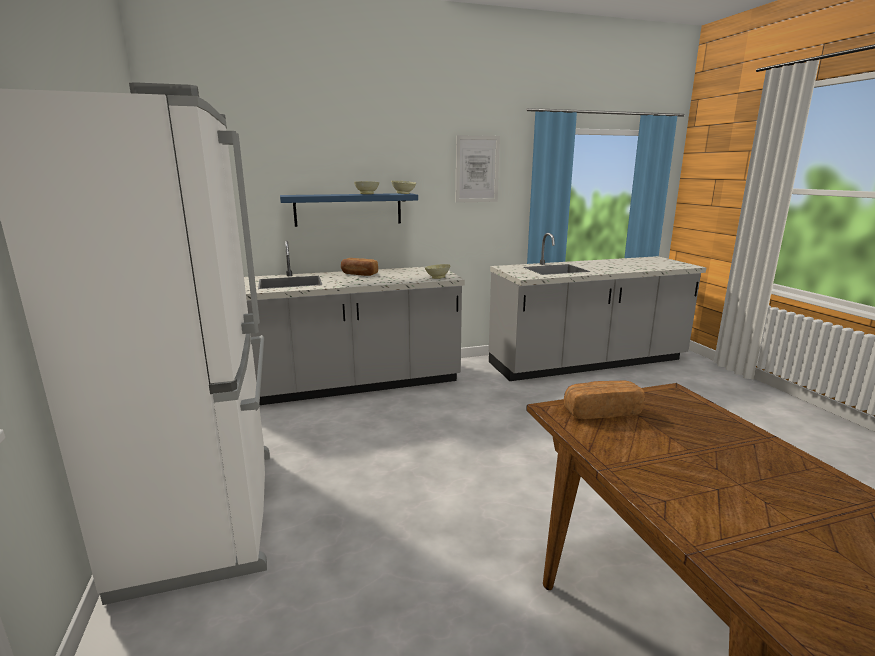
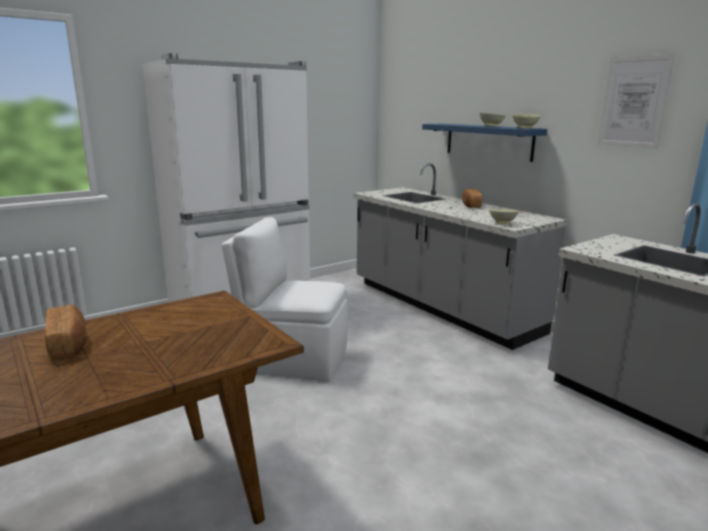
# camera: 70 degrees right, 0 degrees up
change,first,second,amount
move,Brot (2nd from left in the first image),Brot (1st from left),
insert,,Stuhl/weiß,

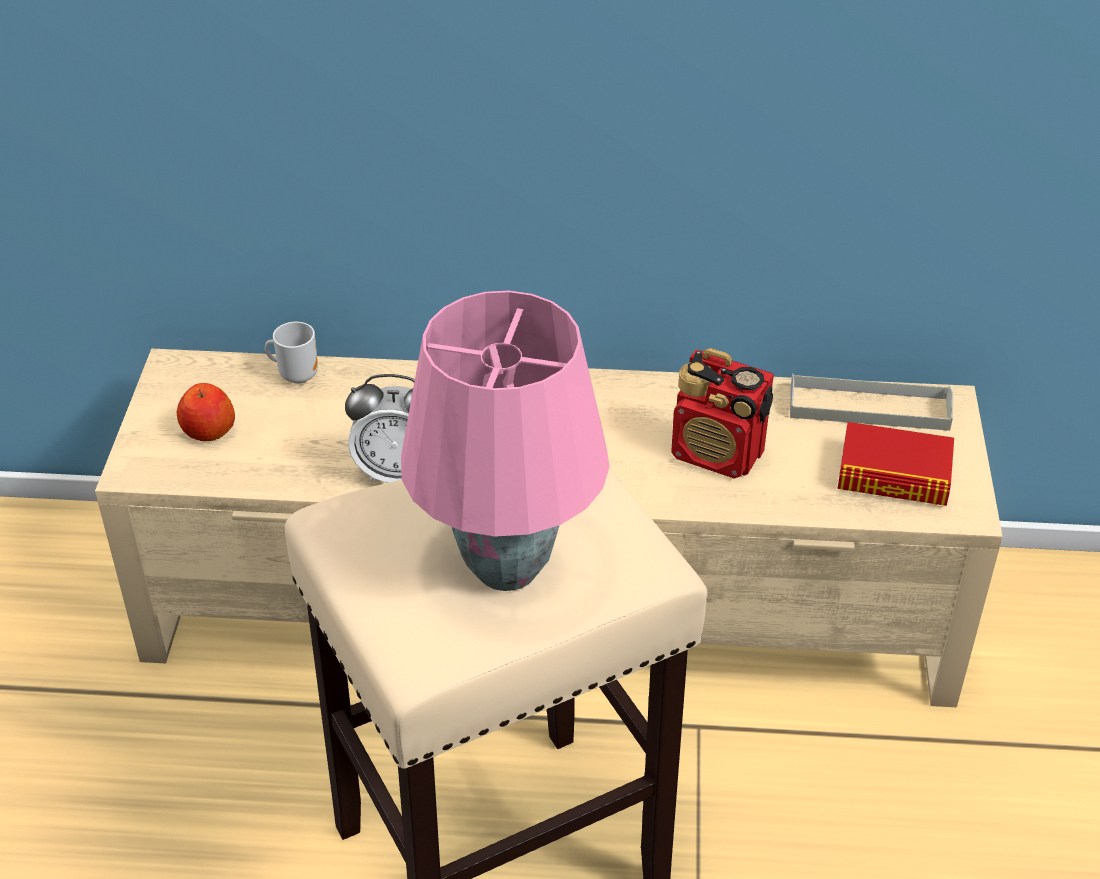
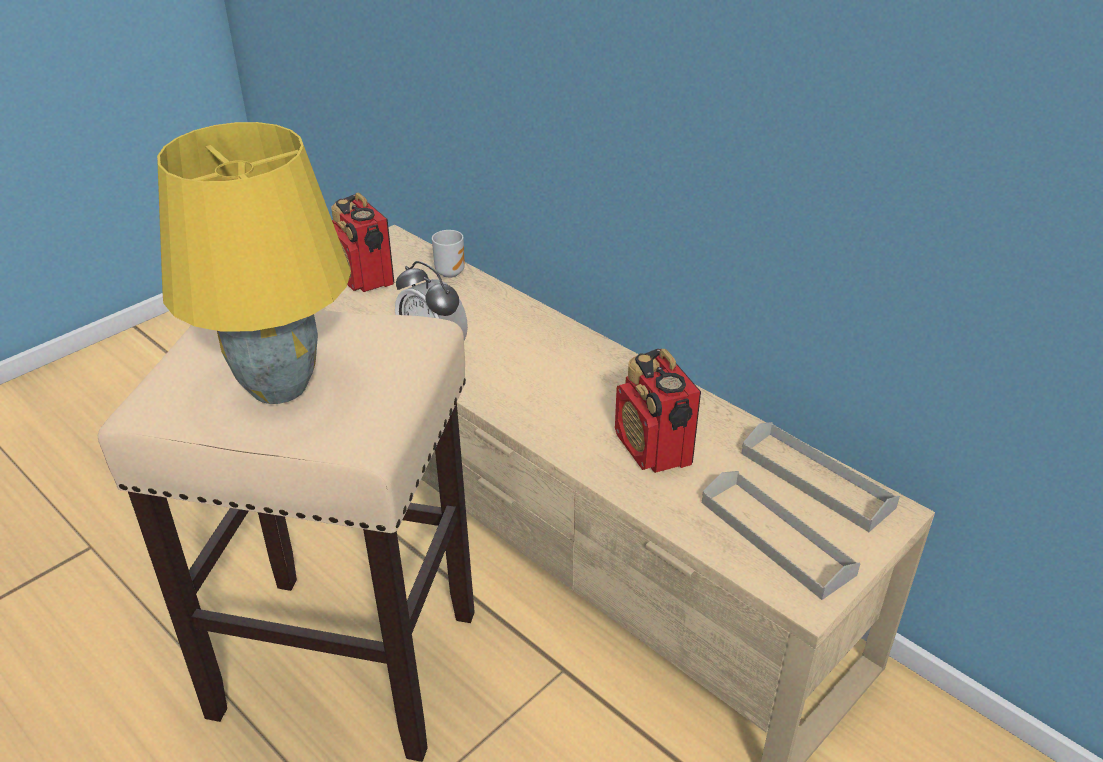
# camera: 40 degrees right, 5 degrees down
change,first,second,amount
recolor,Tischlampe/rosa,Tischlampe/gelb,
replace,Apfel,Radio (1st from left),
replace,Buch,Tablett/grau (1st from left),

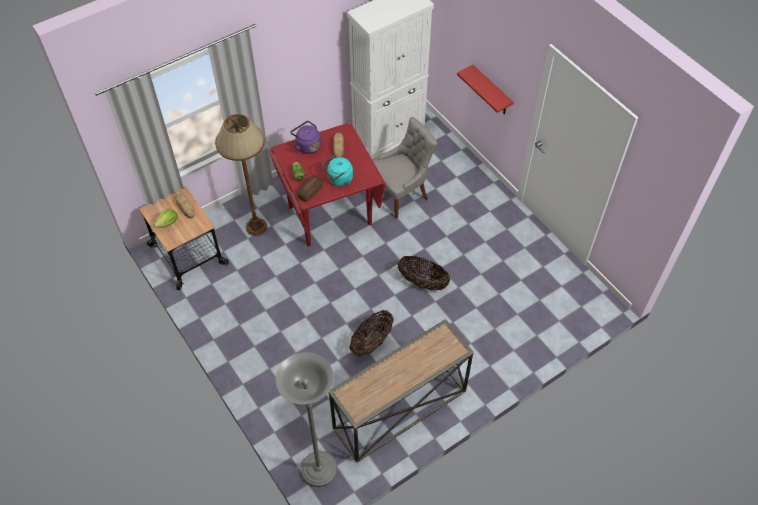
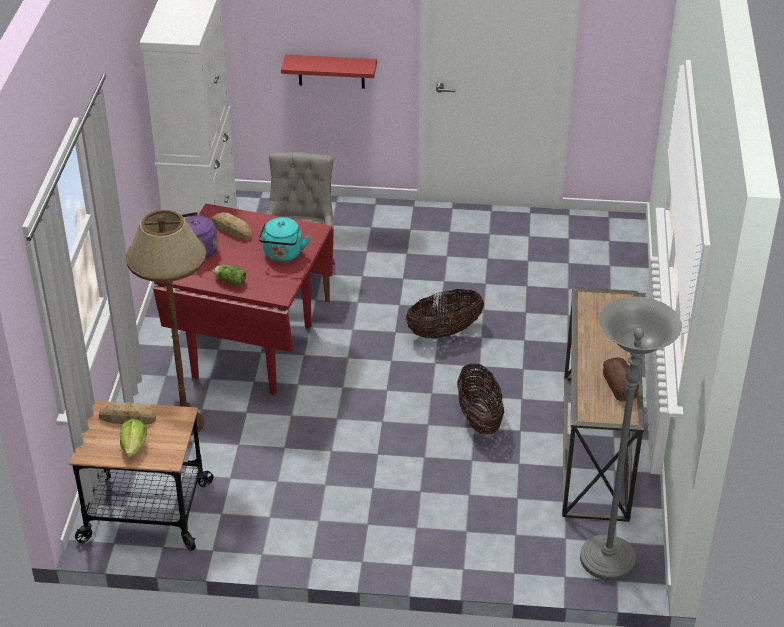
# camera: 50 degrees left, 15 degrees down
change,first,second,amount
move,Brot (2nd from left in the first image),Brot (3rd from left),

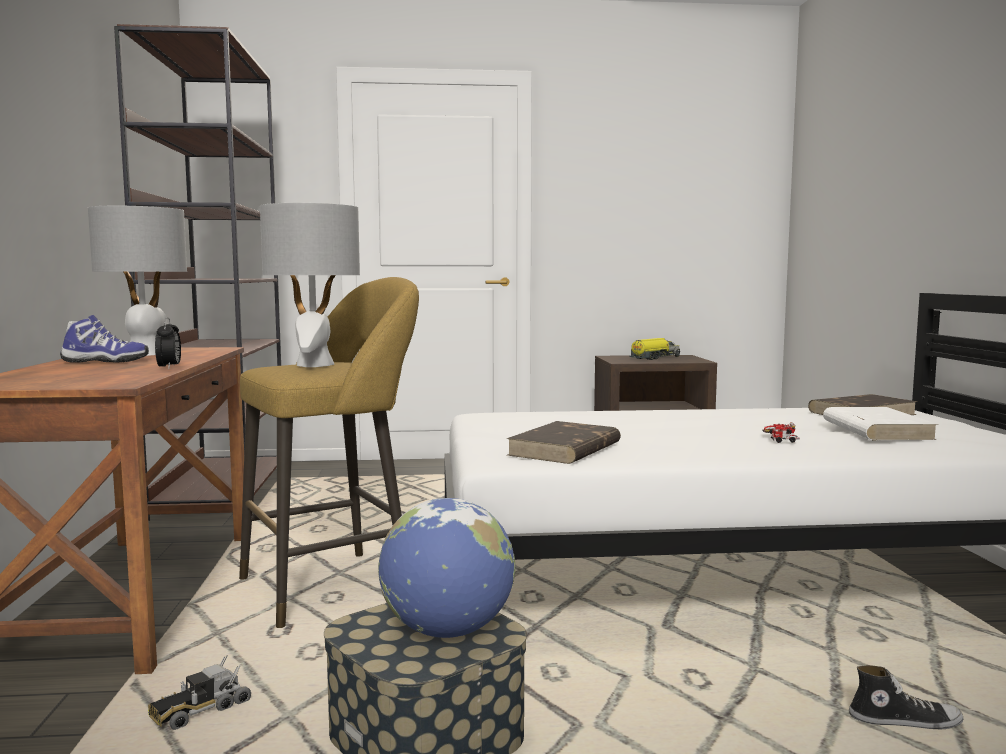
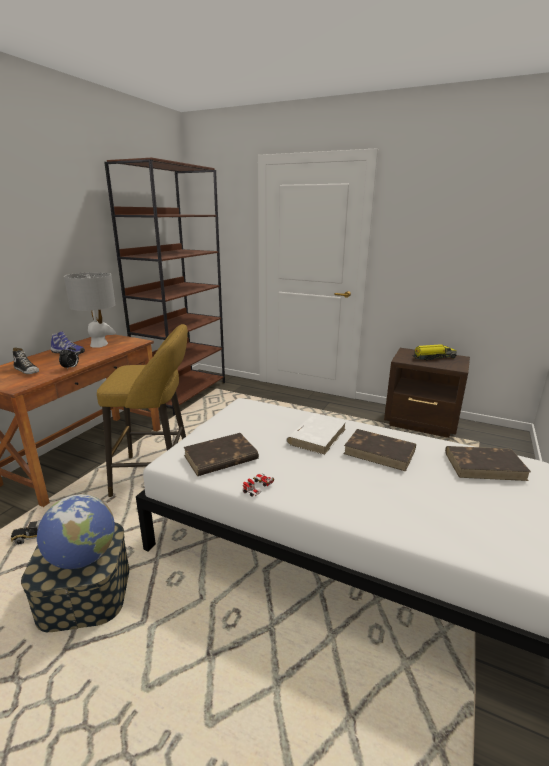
# camera: 30 degrees right, 15 degrees up
change,first,second,amount
move,Schuh (2nd from left in the first image),Schuh (1st from left),
move,Spielzeugauto,,
move,Buch/weiß,,
insert,,Buch/braun (2nd from left),
delete,Tischlampe/grau (2nd from left),,

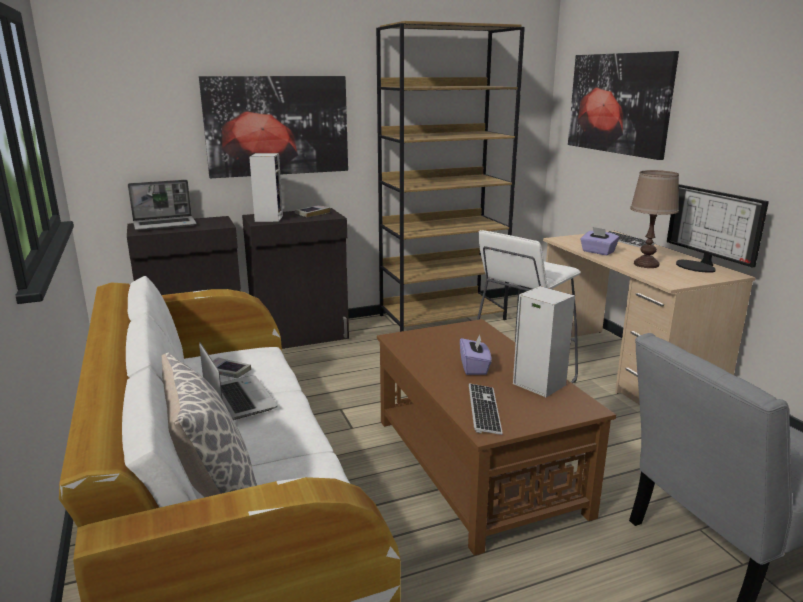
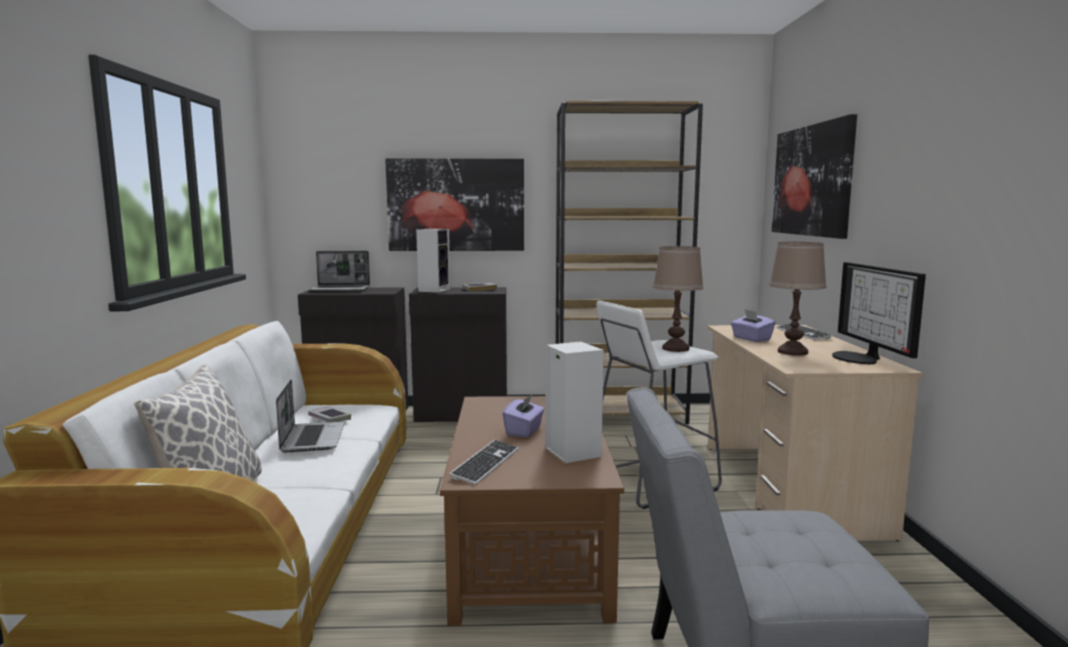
# camera: 20 degrees right, 10 degrees down
change,first,second,amount
insert,,Tischlampe/braun (1st from left),

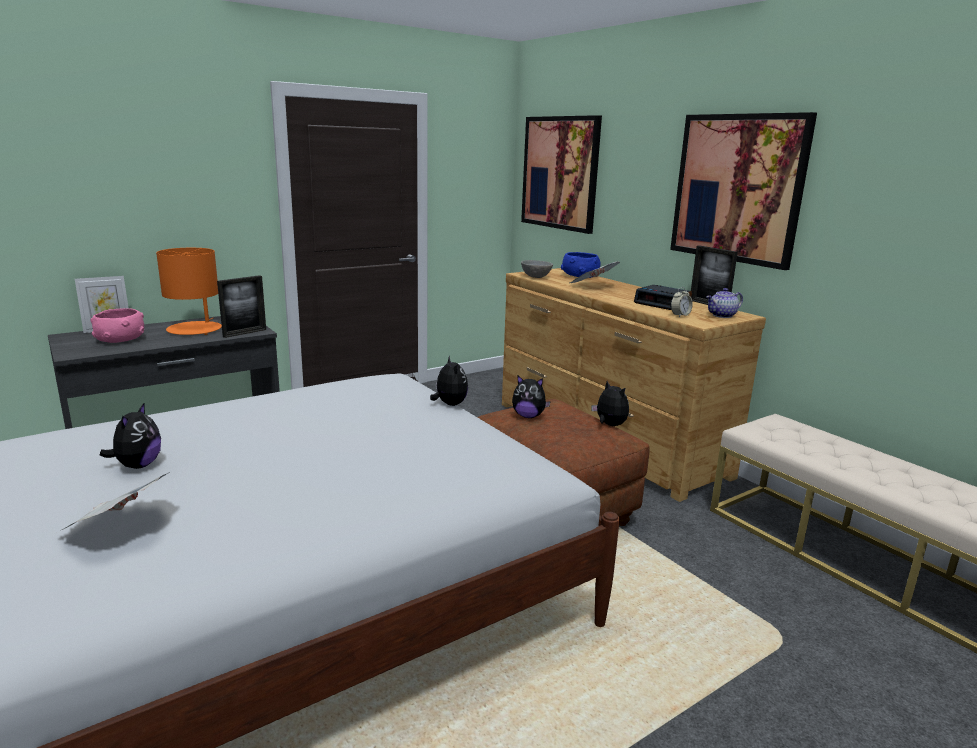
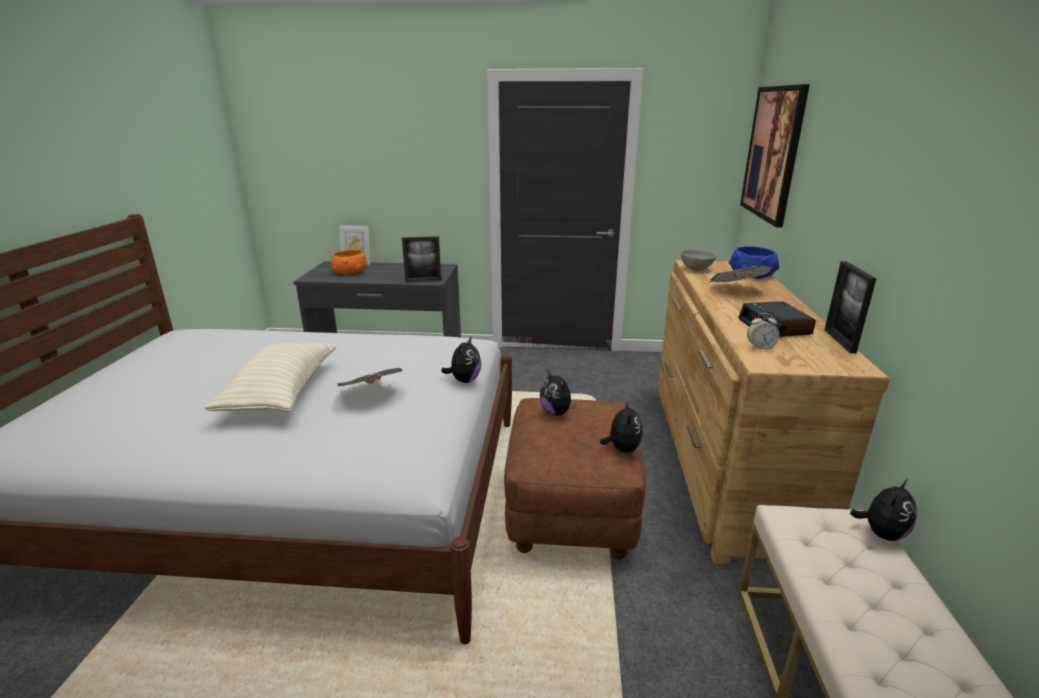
# camera: 40 degrees right, 5 degrees up
change,first,second,amount
insert,,Kissen/beige,
recolor,Schüssel/rosa,Schüssel/orange,
move,Zeitung (1st from left),,
move,Plüschtier (1st from left in the first image),Plüschtier (4th from left),
delete,Tischlampe/orange,,
delete,Bild (2nd from left),,
delete,Teekanne,,

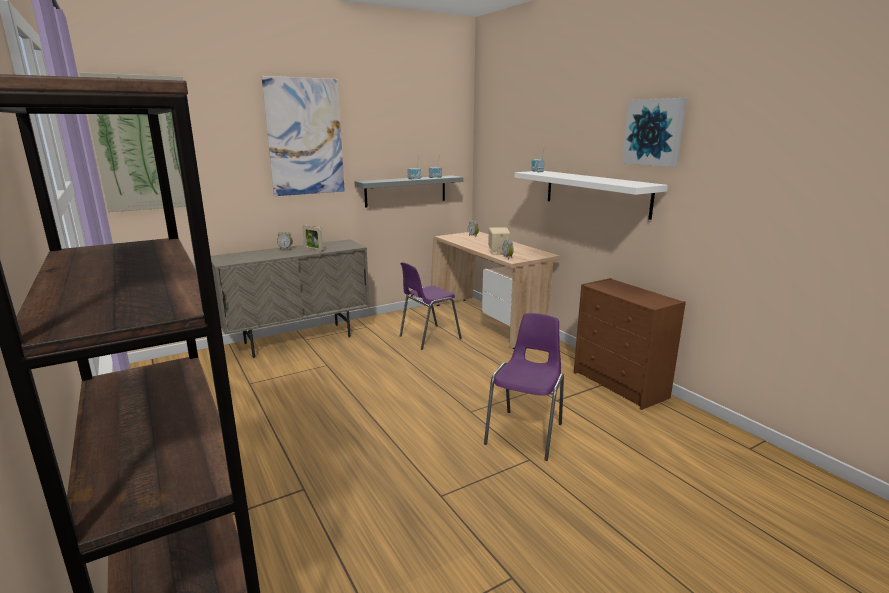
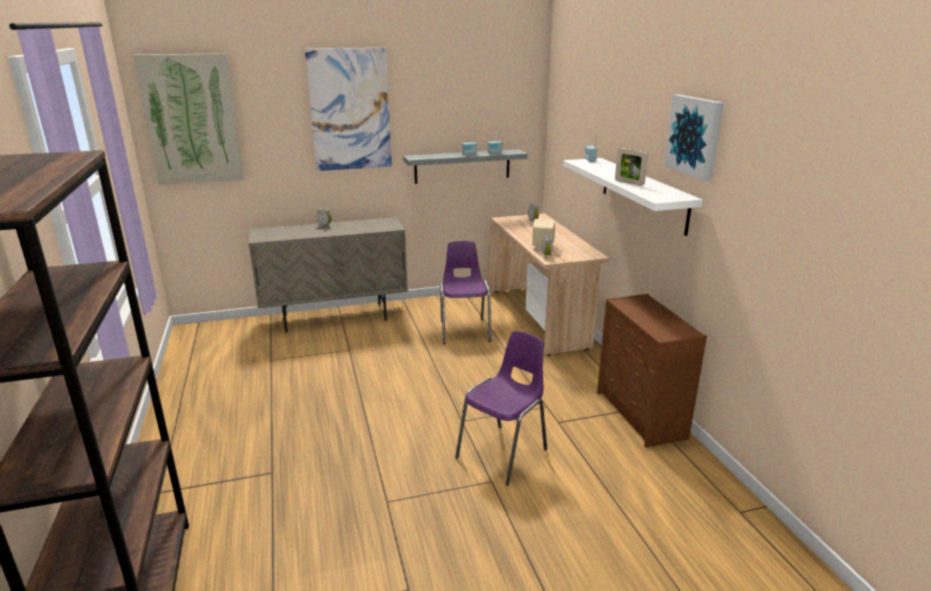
# camera: 15 degrees right, 5 degrees up
change,first,second,amount
rotate,Stuhl/lila (1st from left),,105 degrees clockwise
move,Bilderrahmen,,

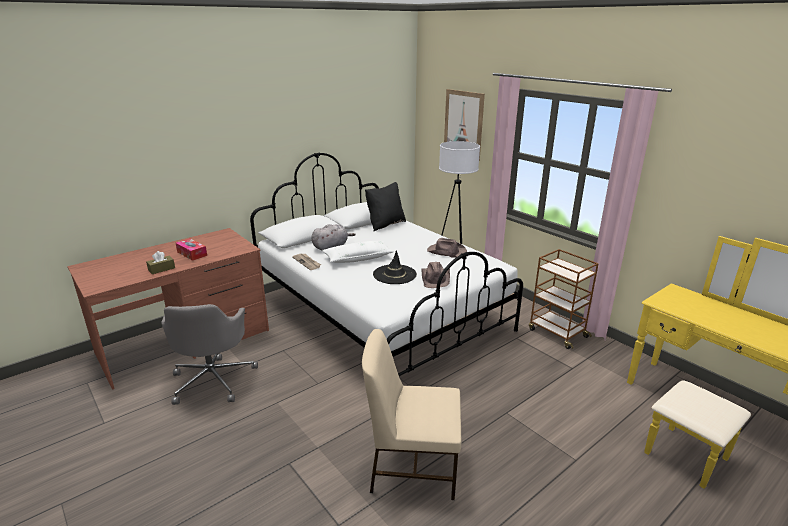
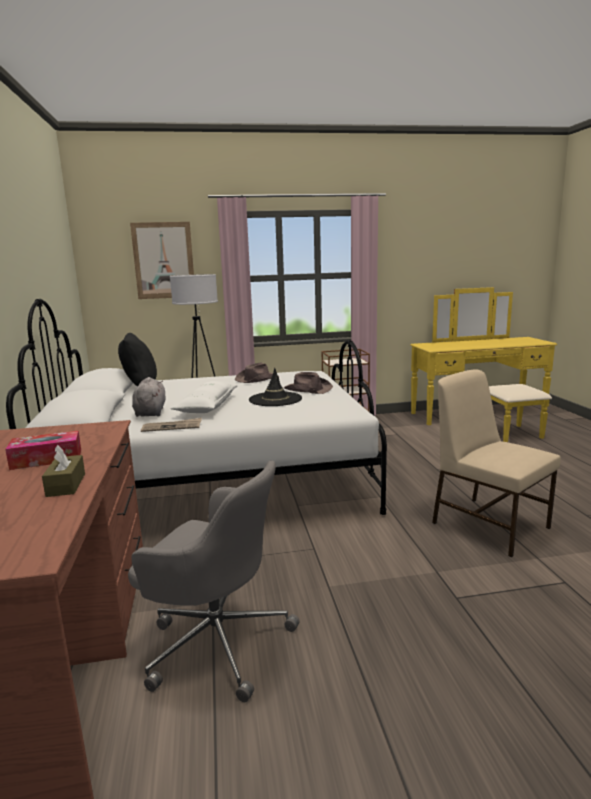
# camera: 60 degrees left, 10 degrees down
change,first,second,amount
rotate,Stuhl/beige,,105 degrees clockwise

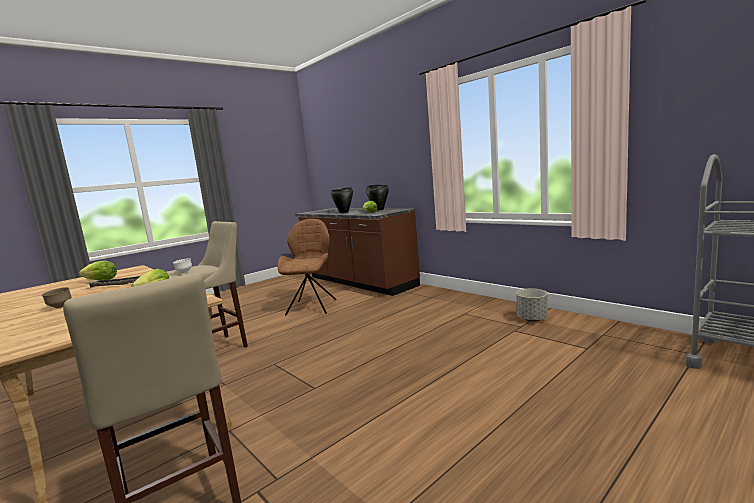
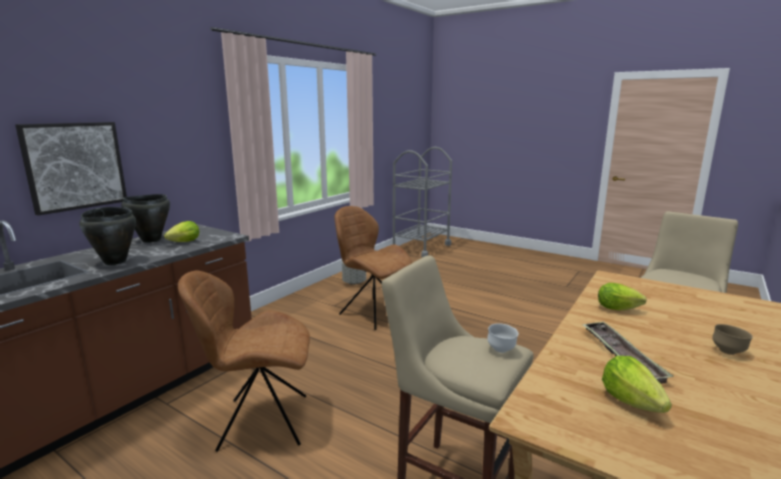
# camera: 105 degrees left, 5 degrees up
change,first,second,amount
insert,,Bild,
insert,,Stuhl/braun (2nd from left),

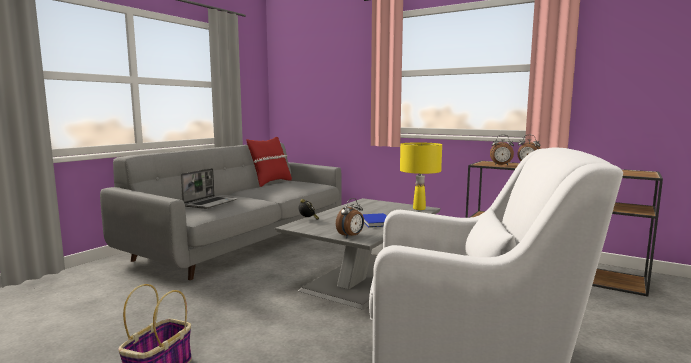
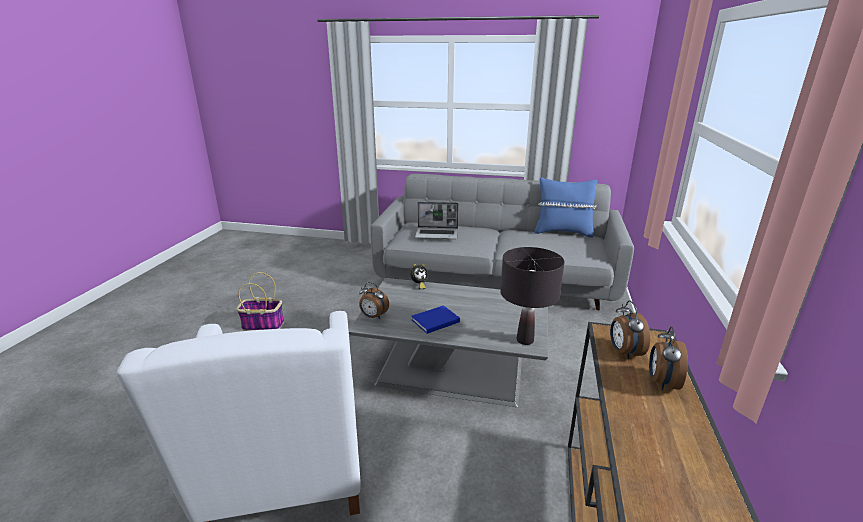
# camera: 70 degrees right, 15 degrees up
change,first,second,amount
recolor,Tischlampe/gelb,Tischlampe/schwarz,
recolor,Kissen/rot,Kissen/blau,

